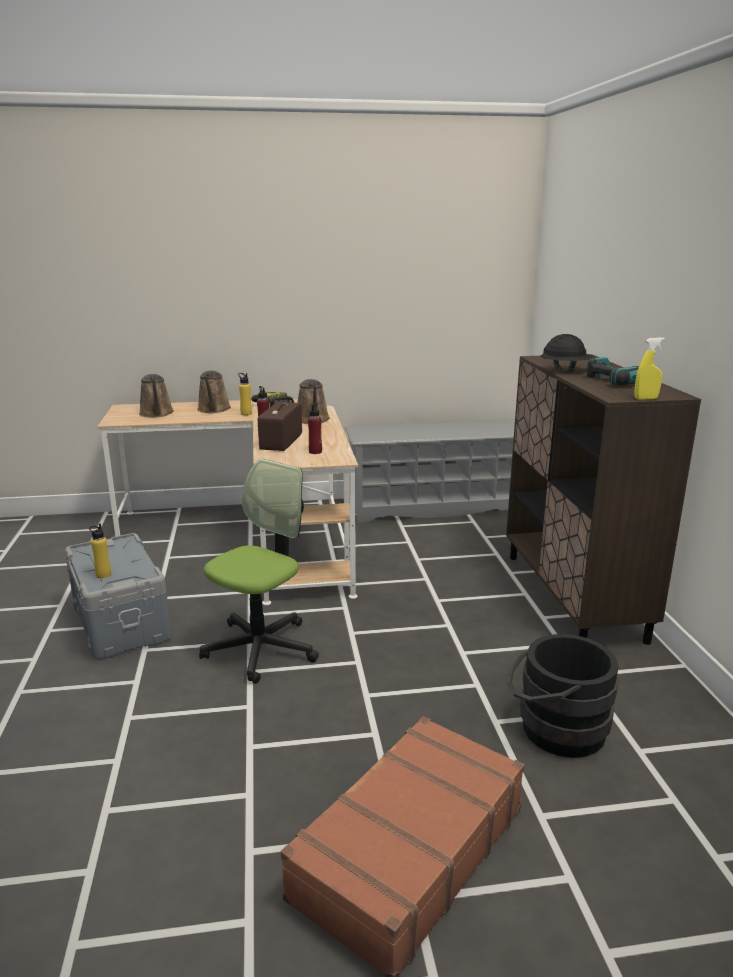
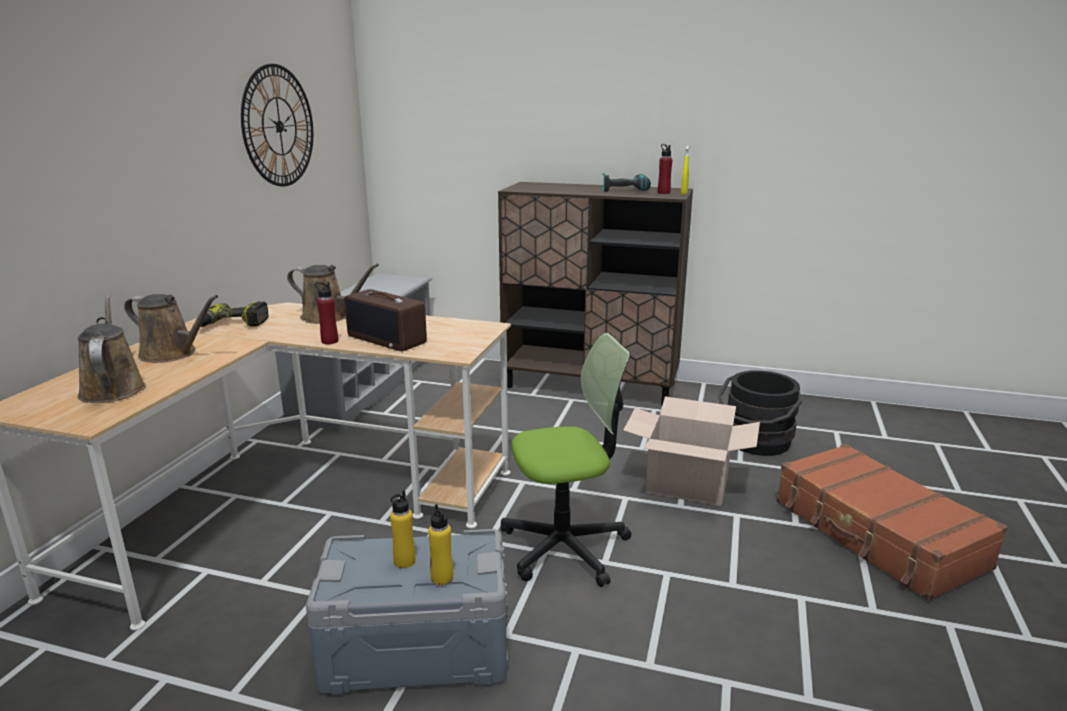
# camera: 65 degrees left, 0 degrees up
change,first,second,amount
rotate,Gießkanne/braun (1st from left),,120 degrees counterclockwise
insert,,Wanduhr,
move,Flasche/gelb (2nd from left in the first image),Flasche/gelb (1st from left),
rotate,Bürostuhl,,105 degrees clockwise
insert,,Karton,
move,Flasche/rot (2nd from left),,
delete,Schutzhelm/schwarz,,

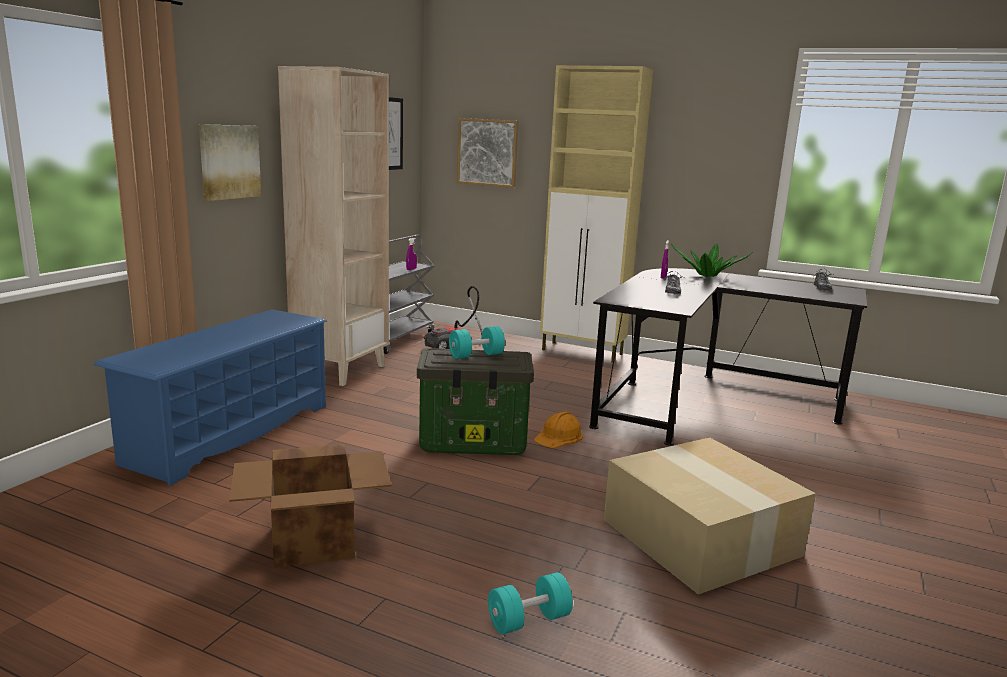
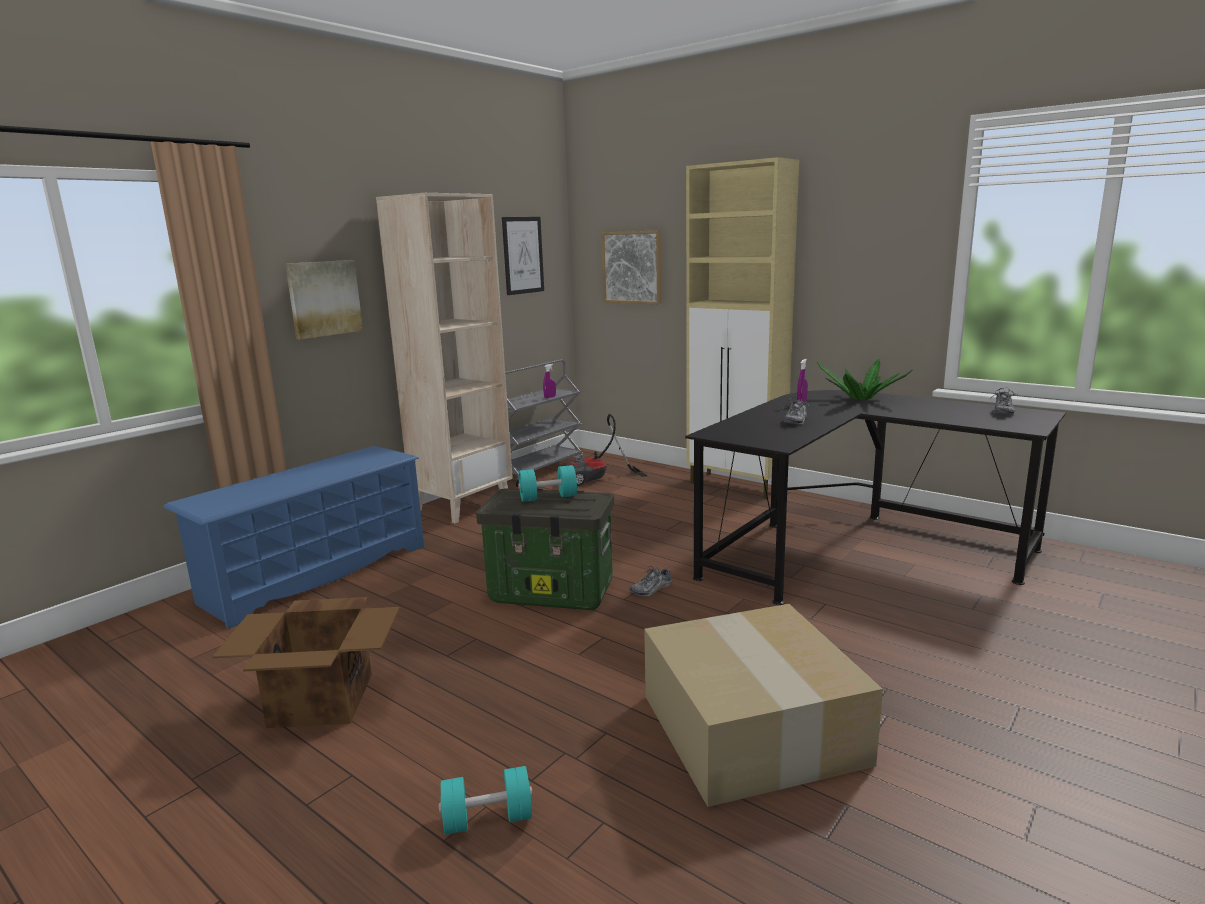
# camera: 15 degrees right, 0 degrees up
change,first,second,amount
replace,Schutzhelm/orange,Schuh (1st from left),

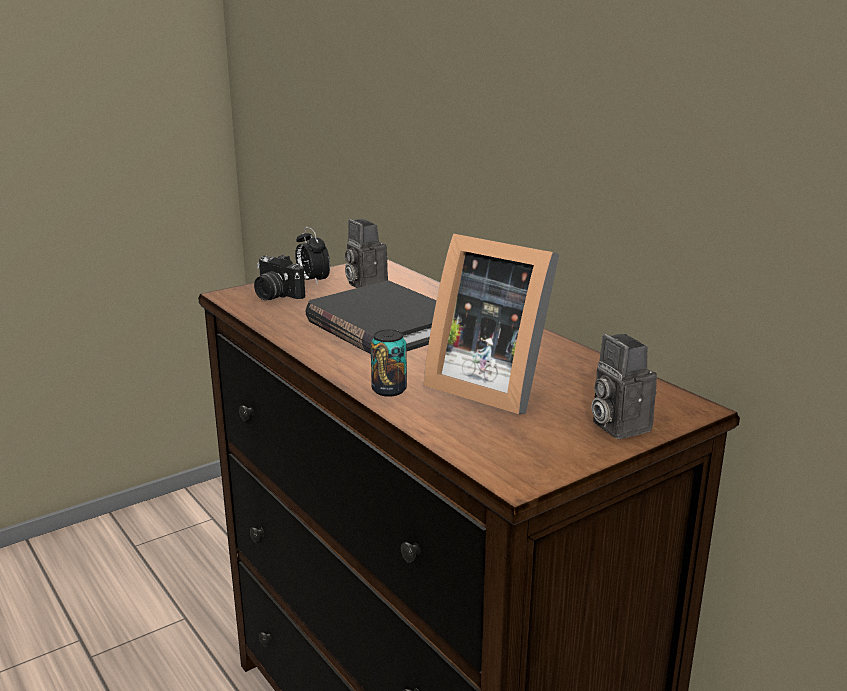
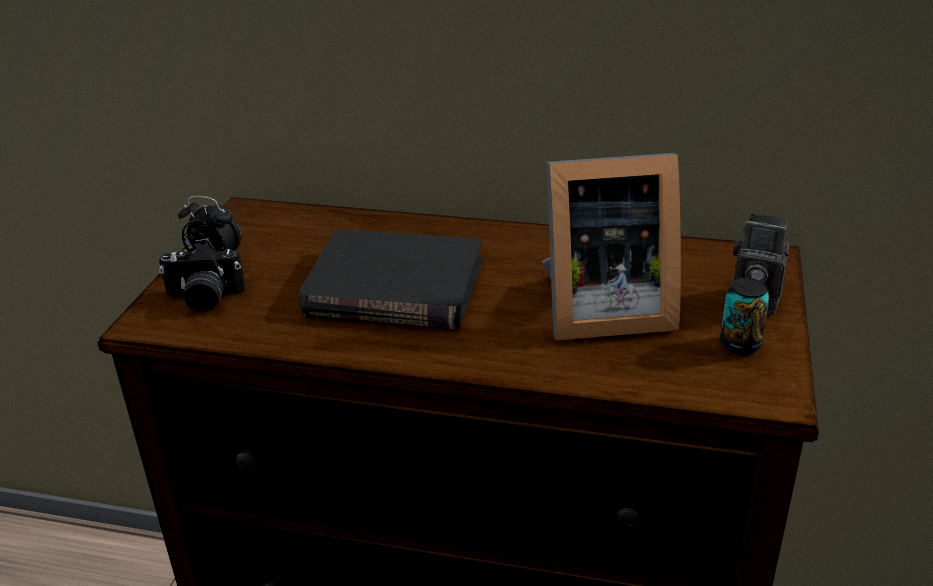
# camera: 40 degrees left, 10 degrees up
change,first,second,amount
move,Dose,,
delete,Kamera (2nd from left),,

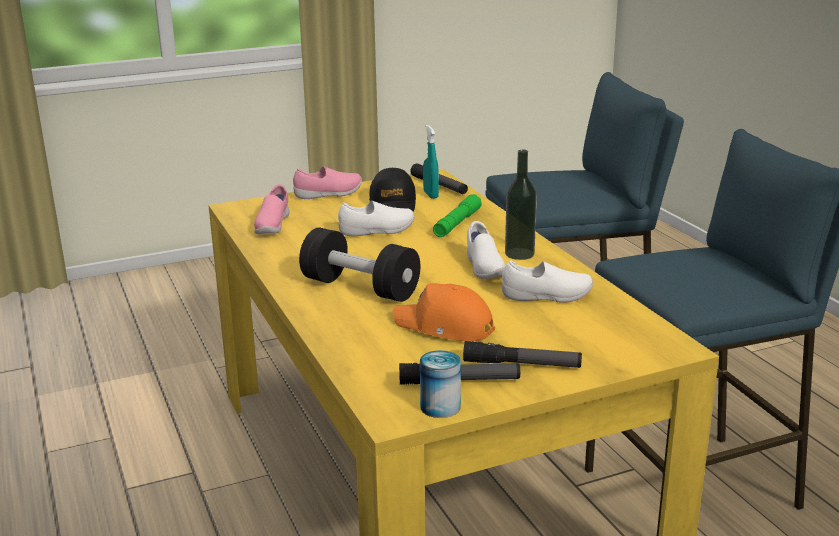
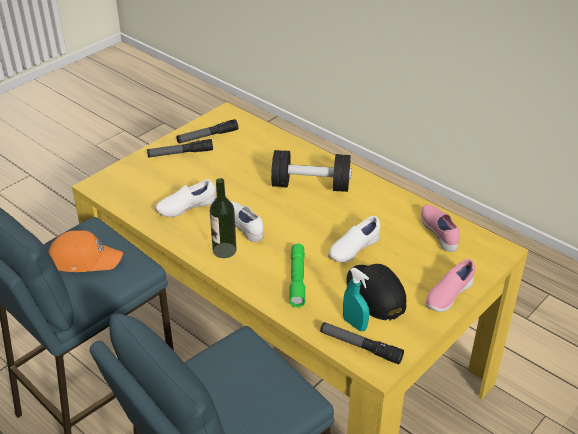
# camera: 155 degrees right, 15 degrees up
change,first,second,amount
move,Kappe/orange,,
delete,Dose,,

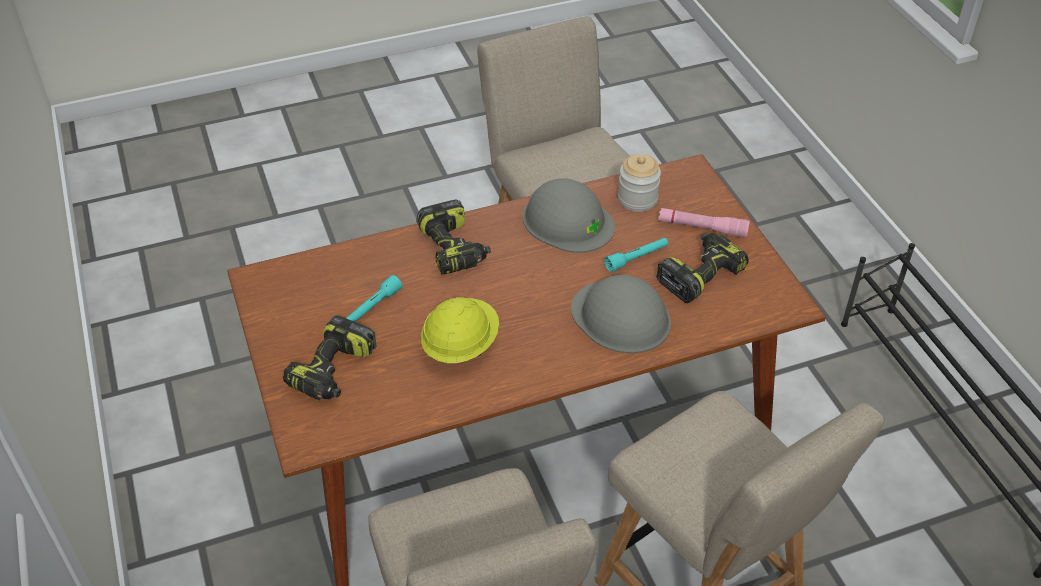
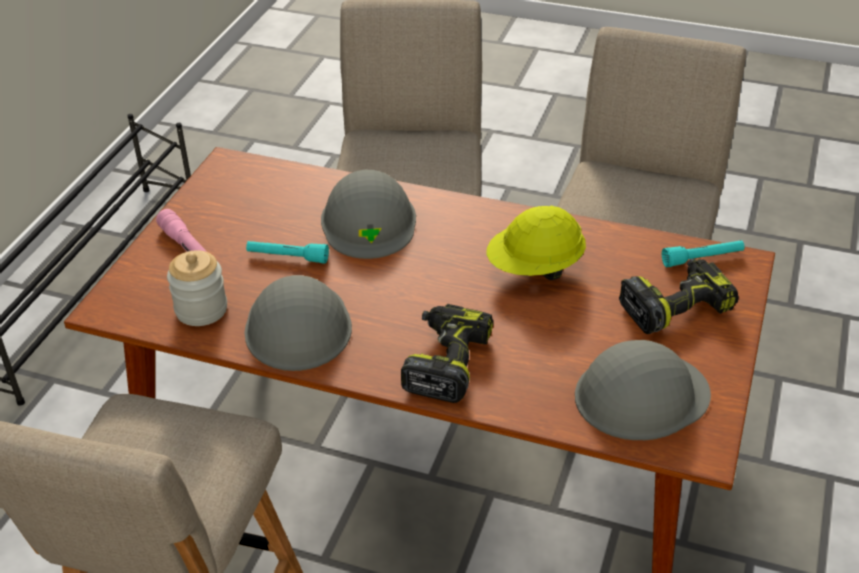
# camera: 140 degrees left, 5 degrees down
change,first,second,amount
insert,,Schutzhelm/grau (3rd from left),
move,Taschenlampe/türkis (1st from left in the first image),Taschenlampe/türkis (2nd from left),
delete,Bohrmaschine (3rd from left),,

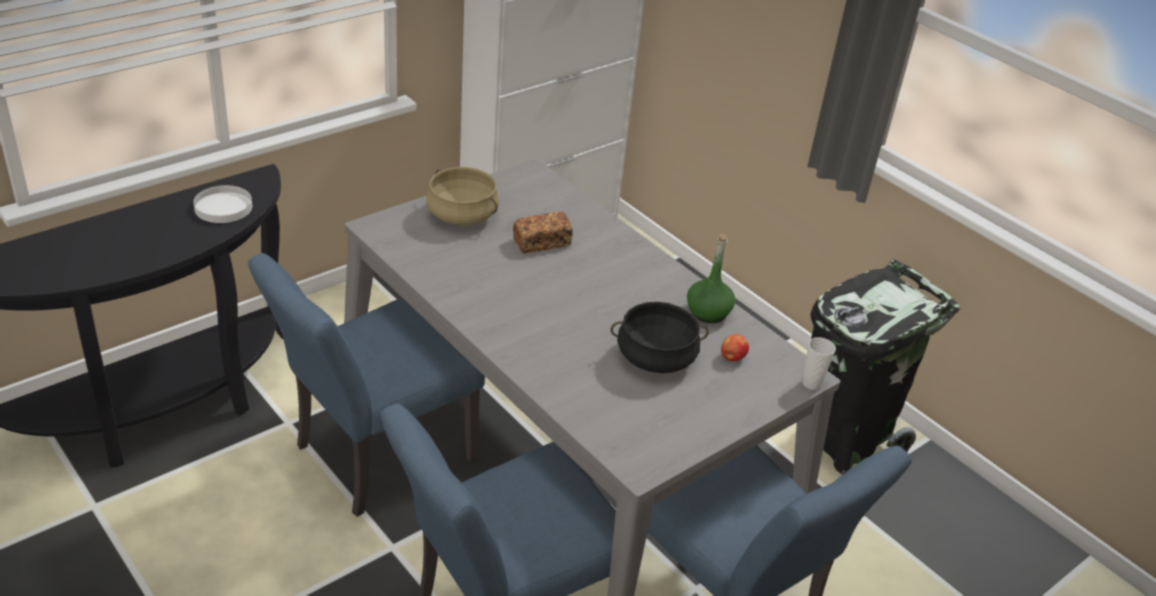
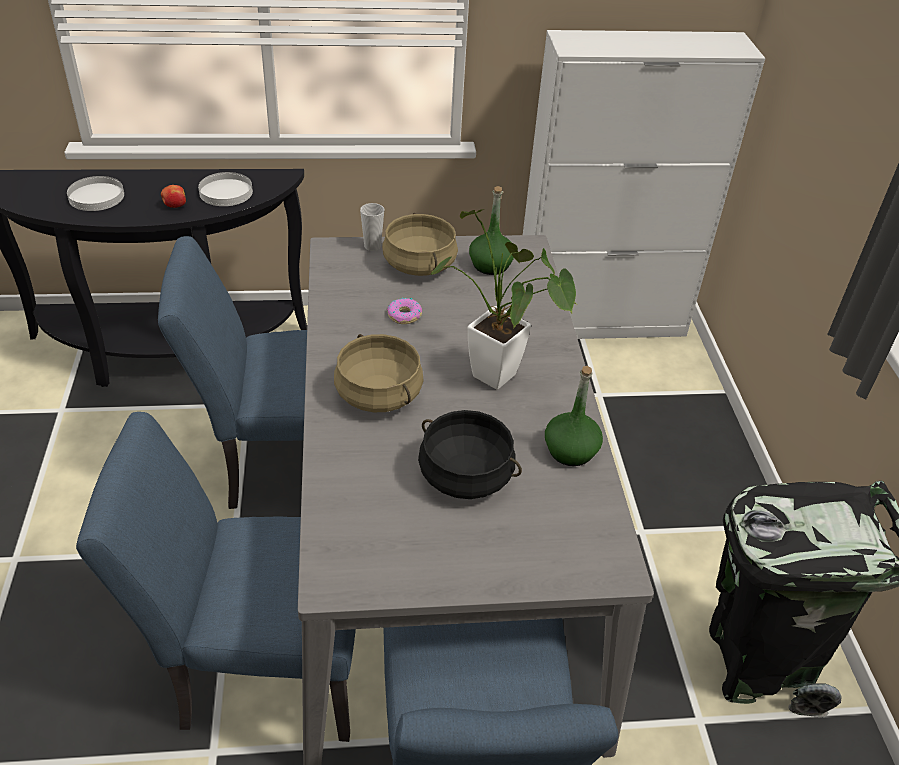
# camera: 35 degrees right, 5 degrees up
change,first,second,amount
insert,,Teller/weiß (1st from left),
move,Apfel,,
insert,,Kochtopf/beige (1st from left),
move,Tasse,,
insert,,Donut,
insert,,Topfpflanze,
insert,,Flasche/grün (1st from left),
delete,Brot,,

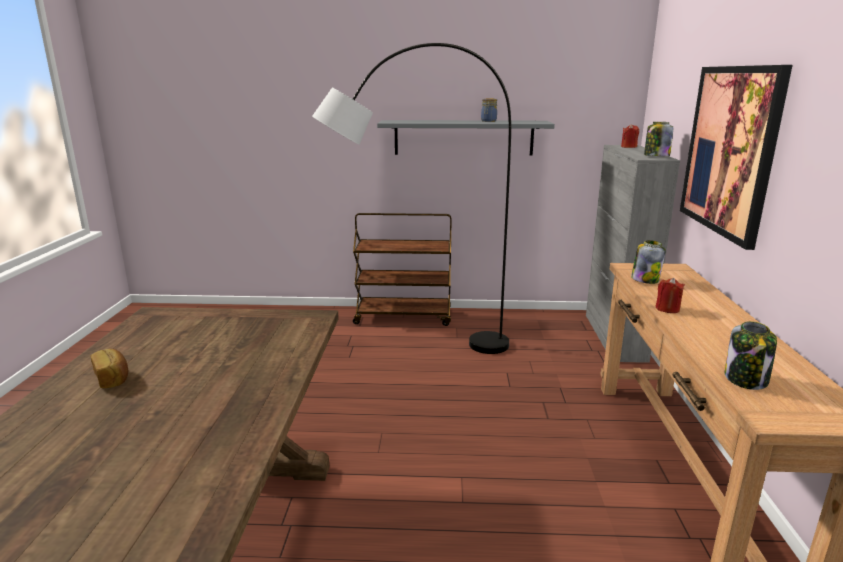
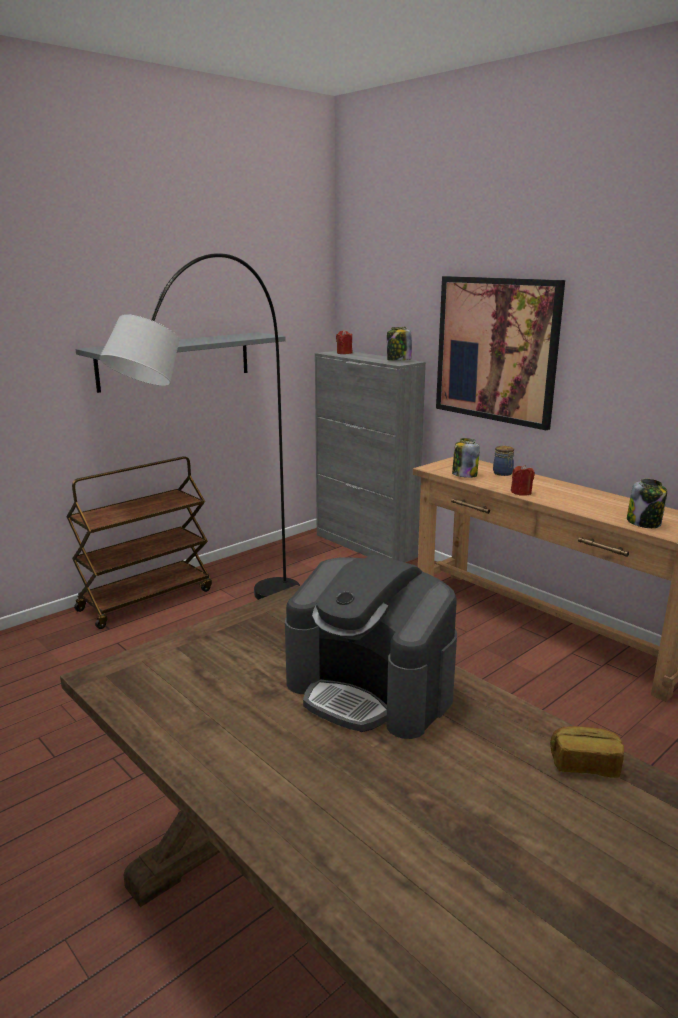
# camera: 45 degrees left, 0 degrees up
change,first,second,amount
insert,,Kaffeemaschine,
move,Vorratsglas (1st from left in the first image),Vorratsglas (3rd from left),
move,Brot,,

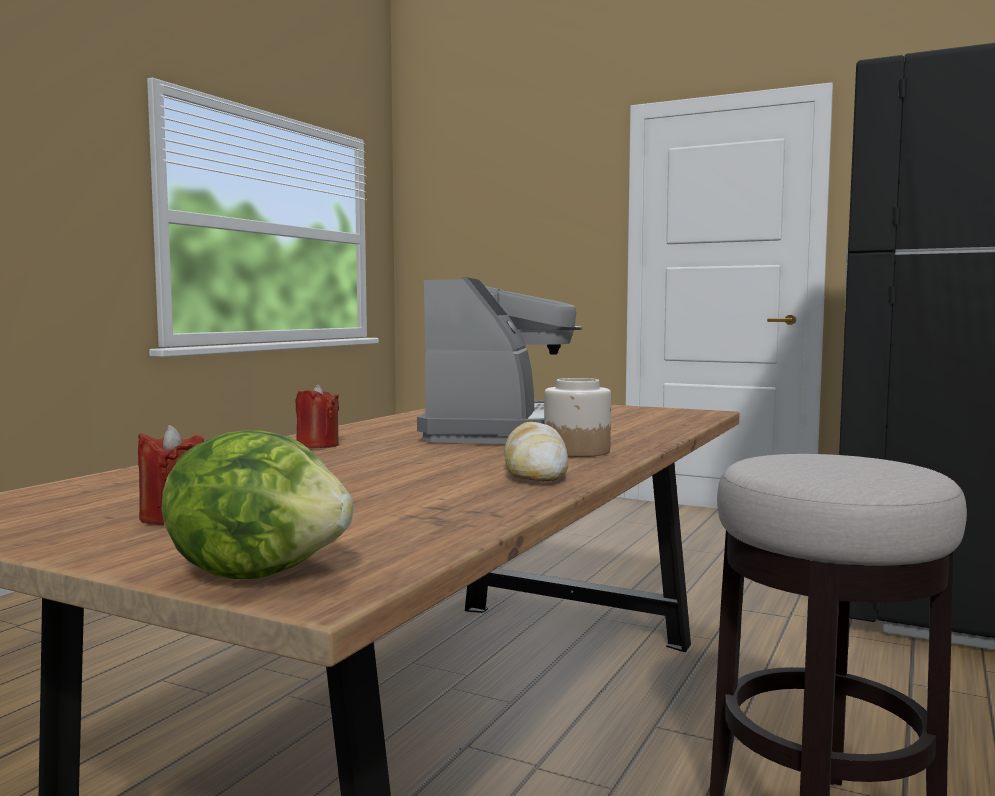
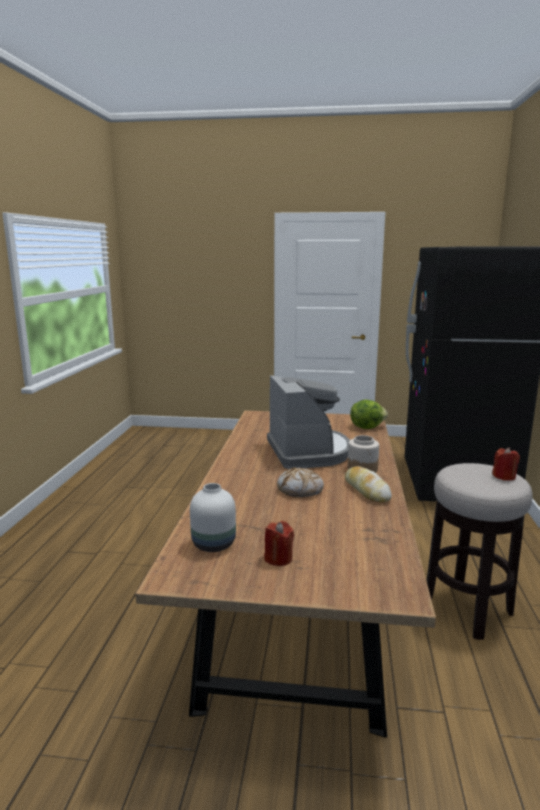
# camera: 20 degrees left, 10 degrees up
change,first,second,amount
insert,,Vase/weiß,
insert,,Brot (1st from left),
move,Salatkopf,,
move,Kerze/rot (2nd from left),,

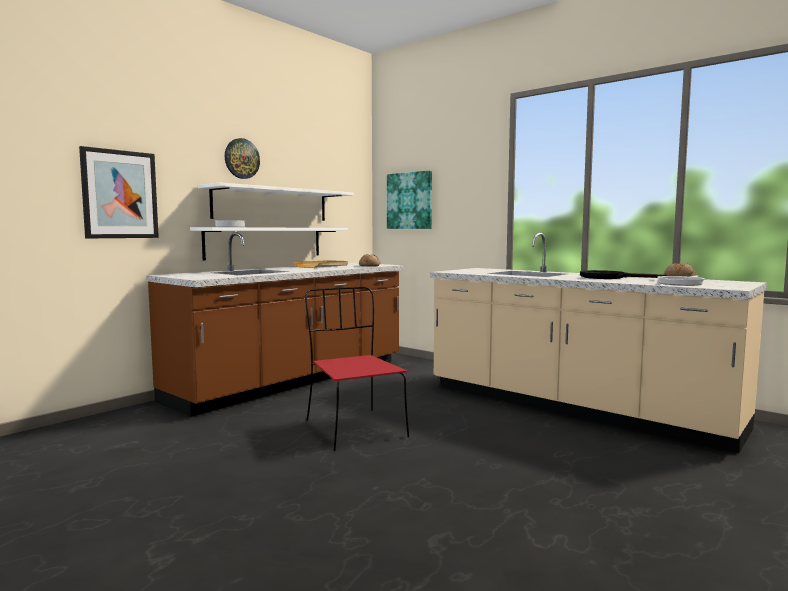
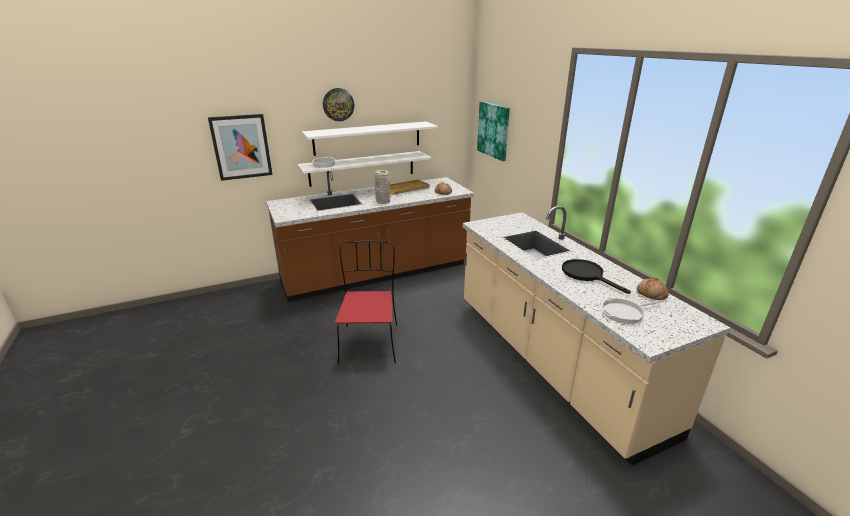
# camera: 25 degrees right, 20 degrees up
change,first,second,amount
insert,,Vase/grau,

